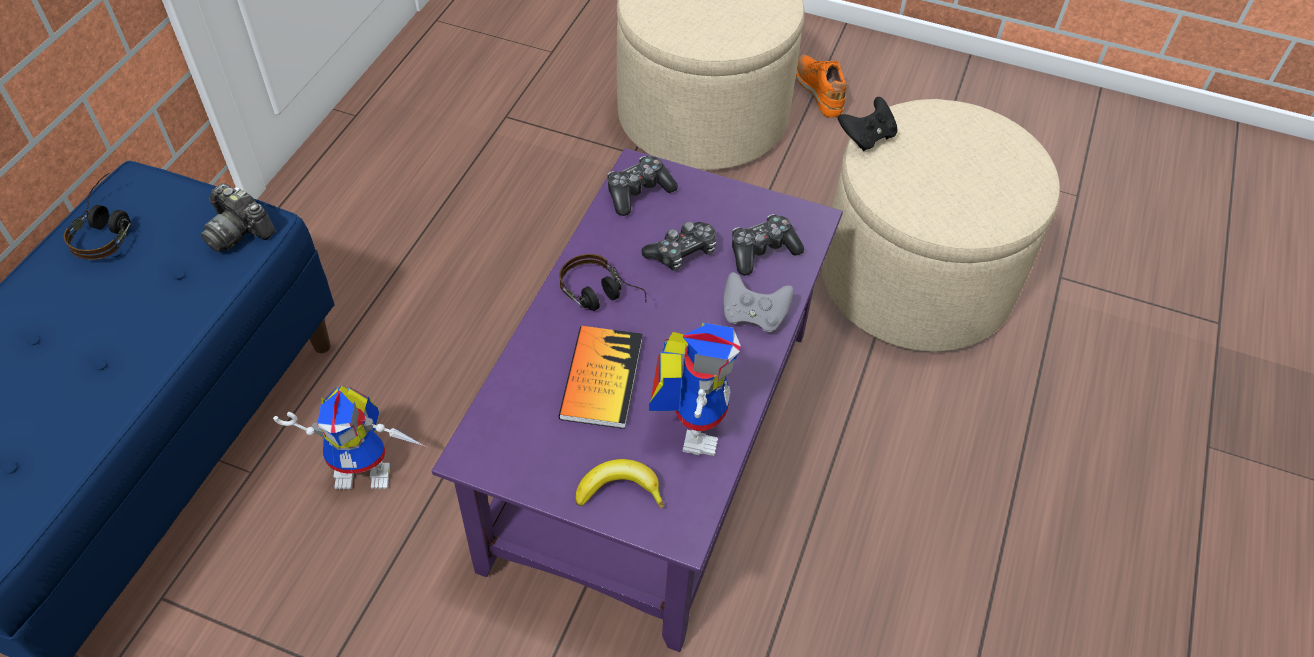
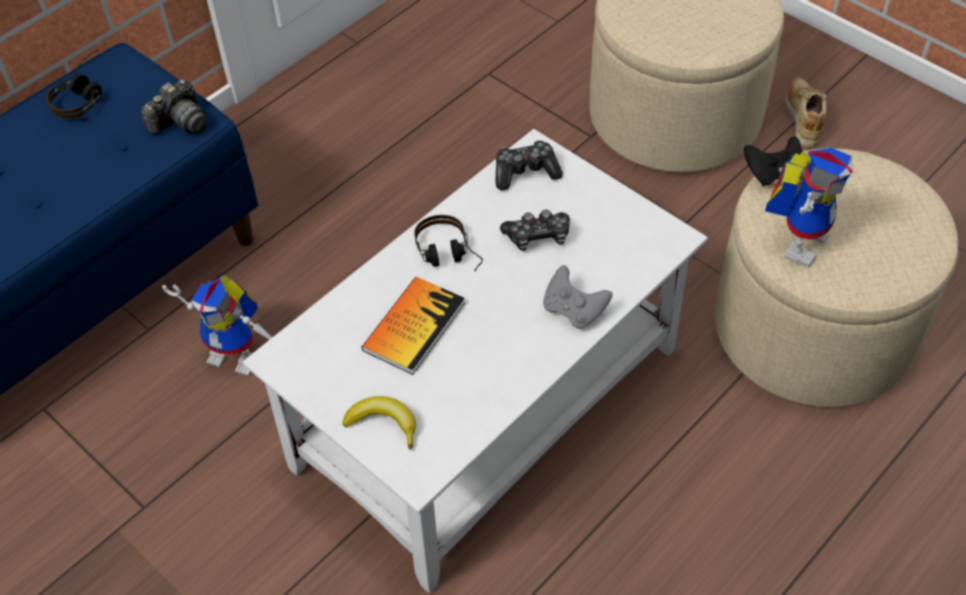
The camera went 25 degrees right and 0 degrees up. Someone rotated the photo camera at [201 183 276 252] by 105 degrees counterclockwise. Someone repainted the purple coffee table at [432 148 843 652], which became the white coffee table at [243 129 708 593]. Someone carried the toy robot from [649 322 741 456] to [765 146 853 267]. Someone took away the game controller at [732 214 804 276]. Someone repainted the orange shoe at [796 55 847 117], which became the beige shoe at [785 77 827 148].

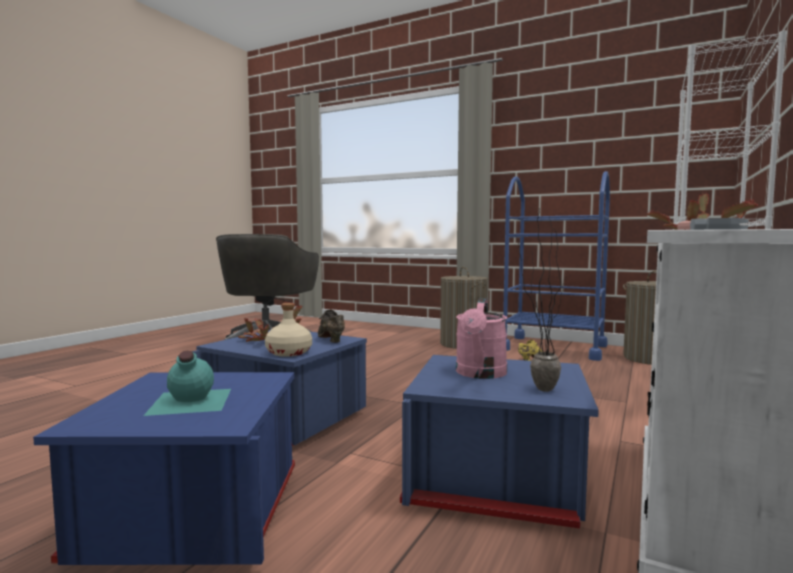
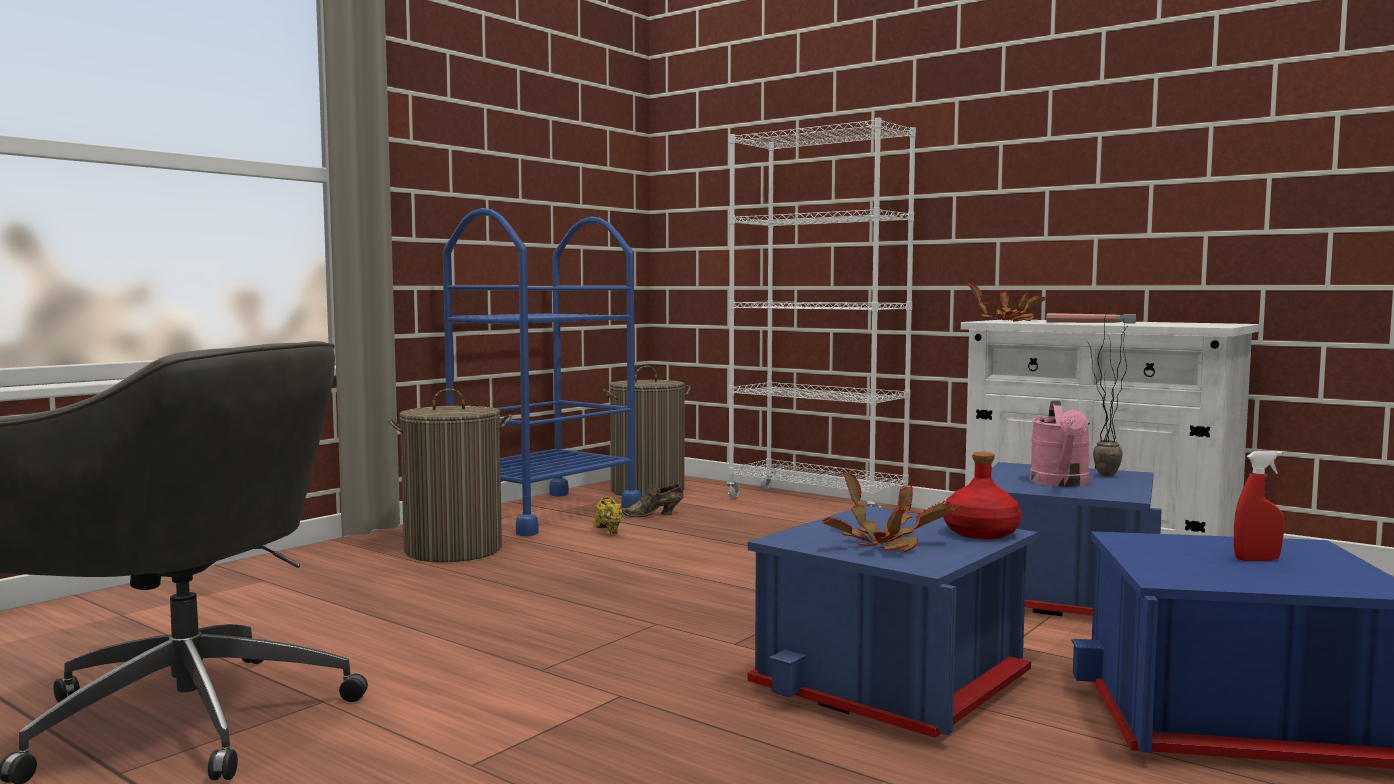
The camera went 80 degrees left and 0 degrees up. Someone swapped the turquoise bottle at [143 351 231 416] for the red spray bottle at [1234 451 1284 561]. Someone repainted the beige bottle at [265 303 312 357], which became the red bottle at [943 452 1021 539]. Someone carried the brown shoe from [318 310 345 343] to [621 484 684 517]. Someone rotated the pink watering can at [456 298 507 379] by 75 degrees clockwise.

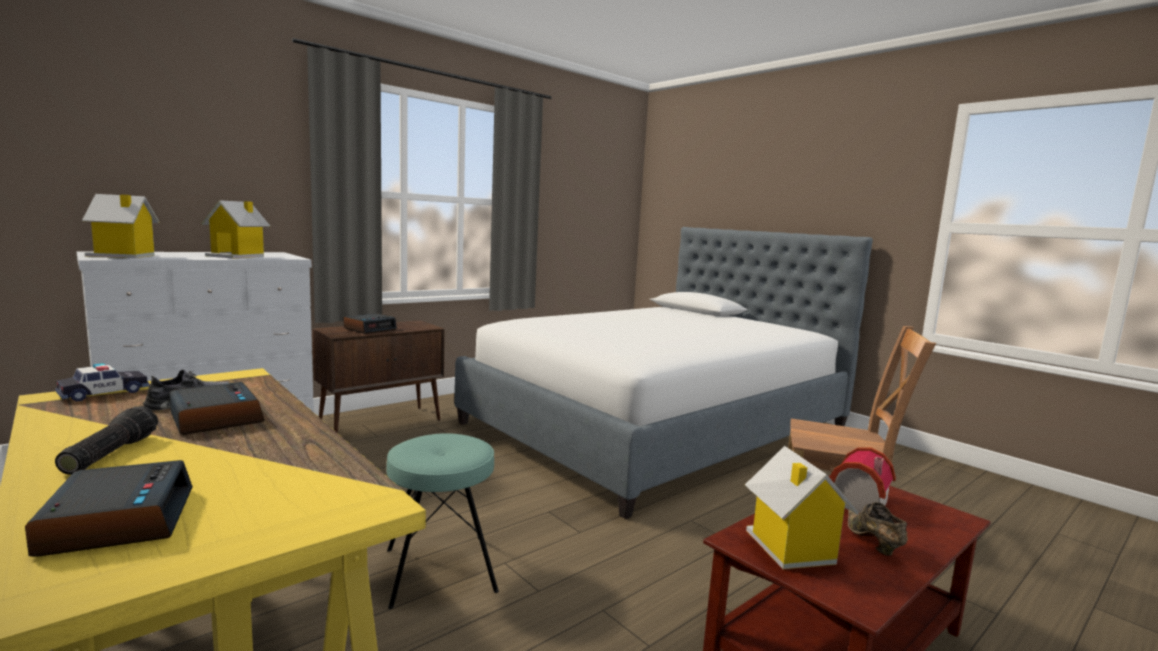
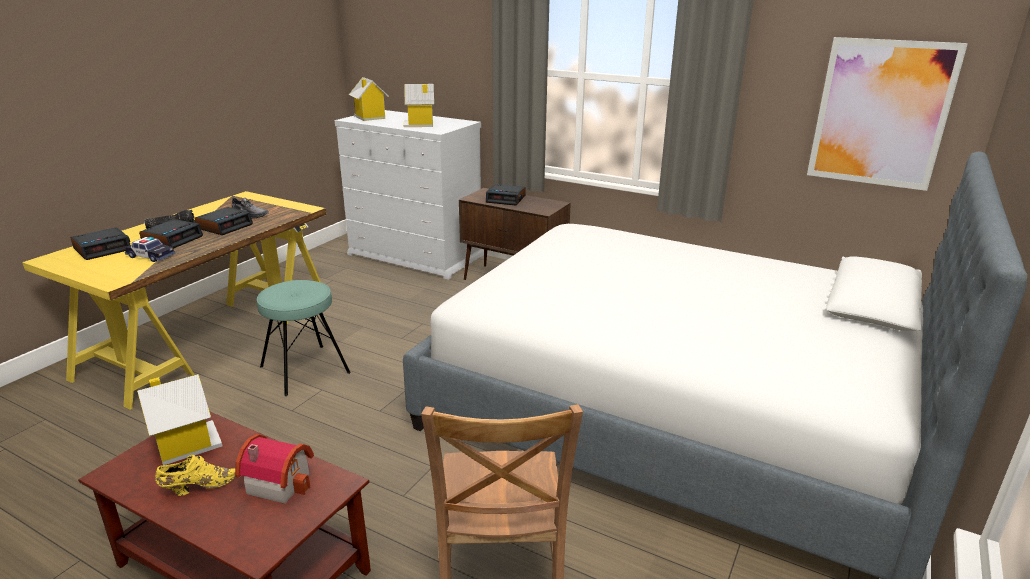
The camera went 70 degrees right and 15 degrees up. Someone carried the toy car from [55 363 149 401] to [125 237 175 262]. Someone repainted the brown shoe at [848 502 908 556], which became the yellow shoe at [155 455 235 496]. Someone put down the alarm clock at [139 219 203 249]. Someone put up the picture at [807 37 968 191].

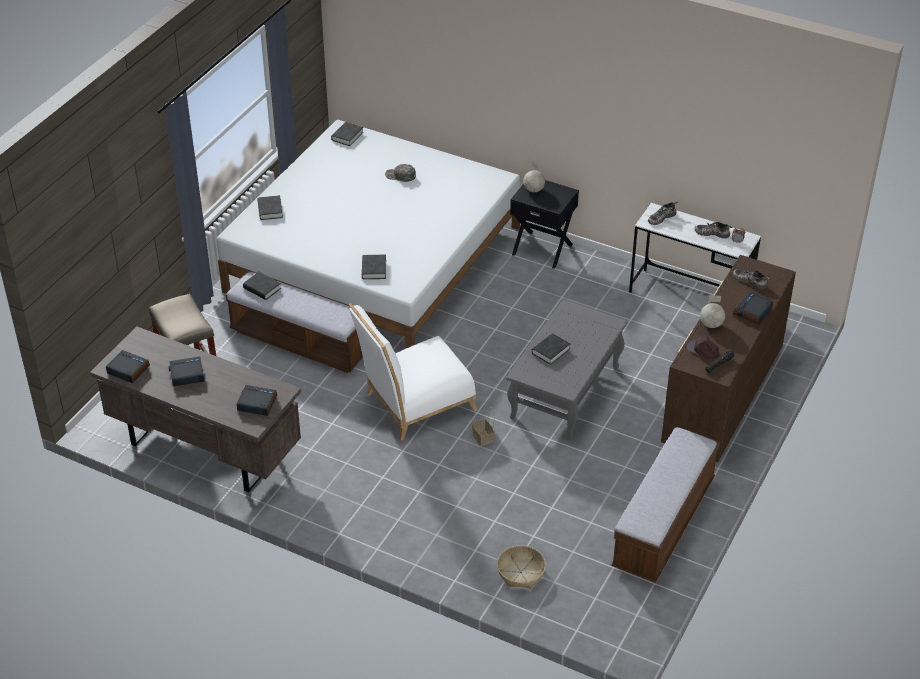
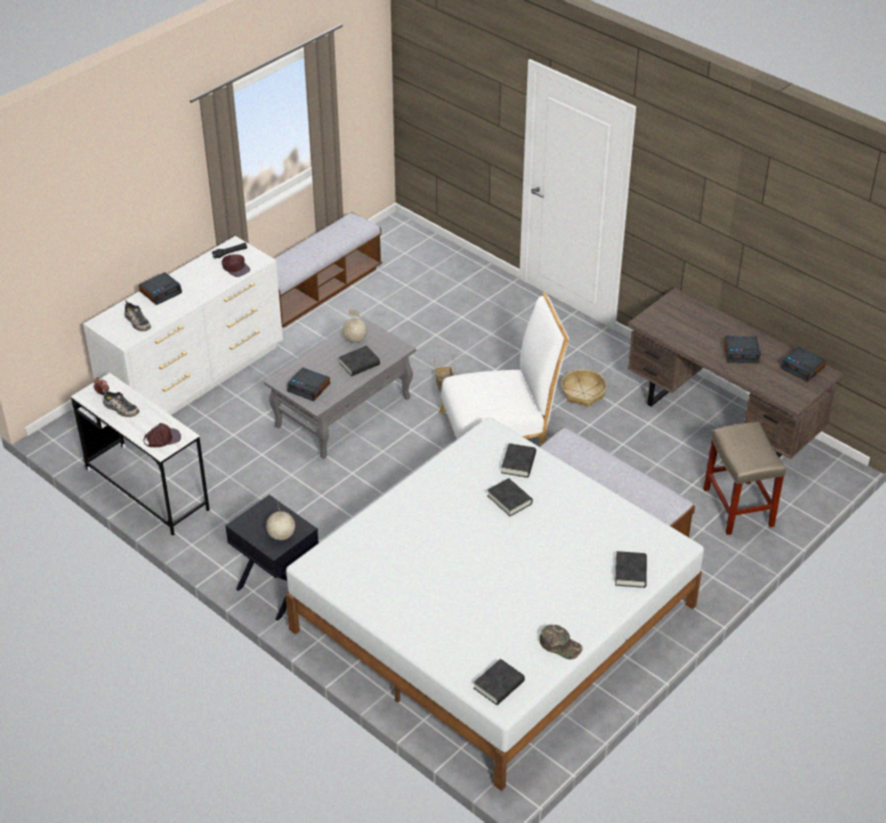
The camera went 165 degrees left and 0 degrees up. Someone carried the alarm clock from [237 385 277 416] to [287 367 330 401]. Someone carried the black book from [243 272 281 300] to [487 478 533 516]. Someone carried the green cap from [385 164 416 182] to [539 625 582 660]. Someone carried the basket from [497 545 546 588] to [561 369 606 407]. Someone swapped the shoe at [648 201 678 225] for the brown cap at [144 423 181 447]. Someone repainted the brown dresser at [661 255 796 462], which became the white dresser at [83 236 283 415]. Someone carried the globe from [700 295 725 328] to [343 309 367 343].

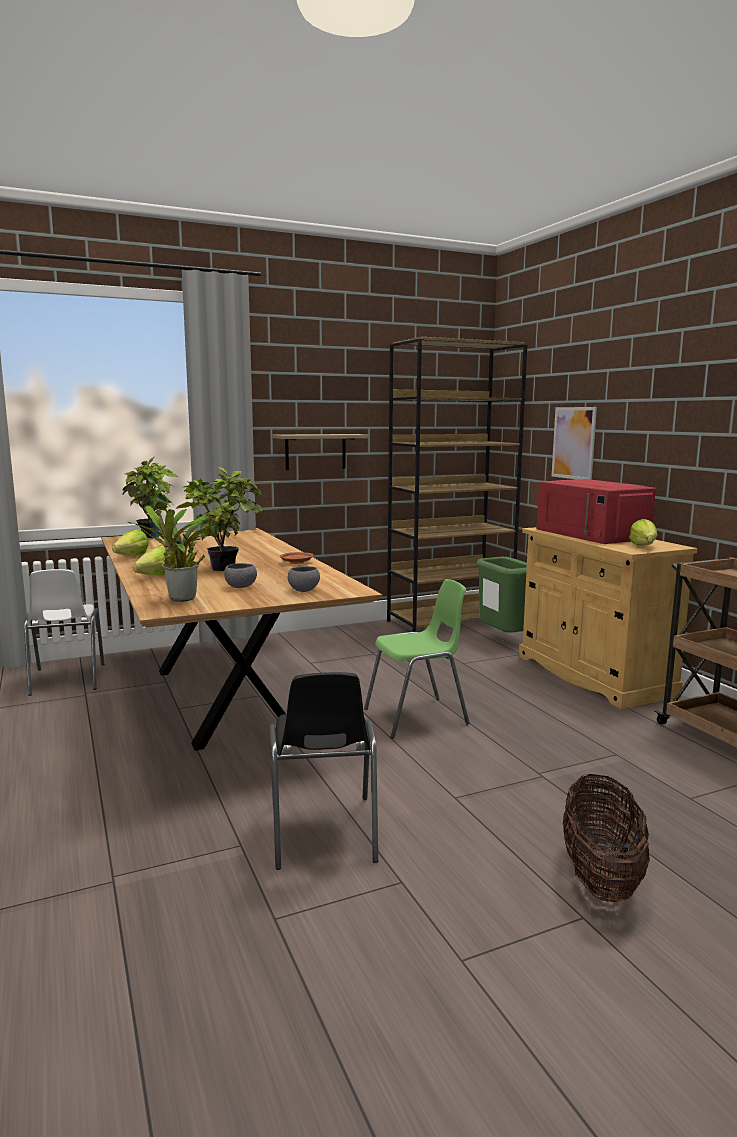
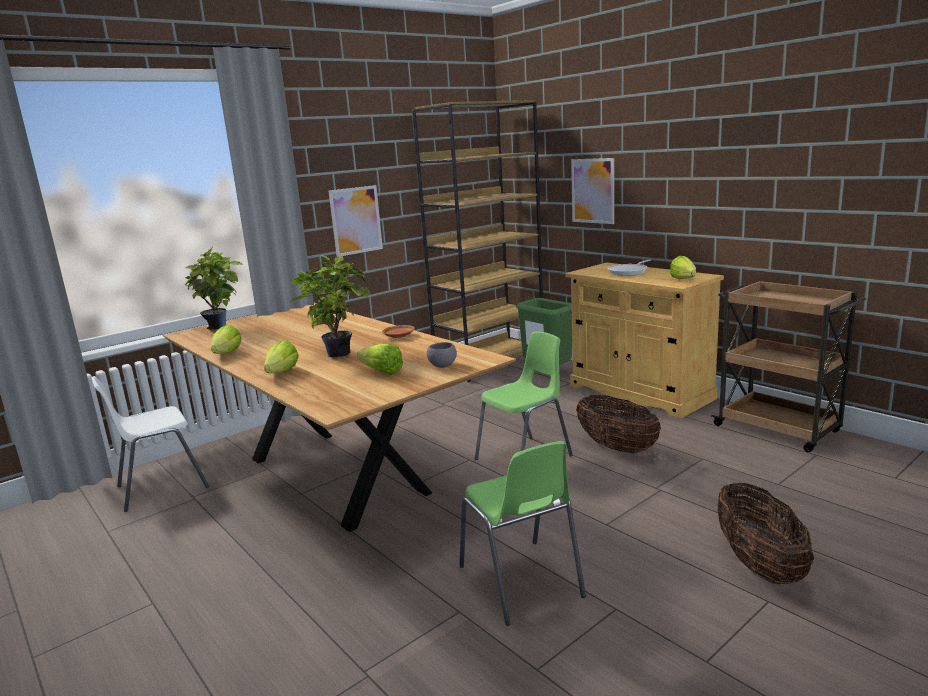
The camera went 15 degrees left and 5 degrees up. Someone rotated the white chair at [24 569 104 696] by 90 degrees clockwise. Someone took away the potted plant at [128 505 220 602]. Someone swapped the grey bowl at [224 563 257 588] for the lettuce at [357 344 403 375]. Someone repainted the black chair at [270 672 378 870], which became the green chair at [459 441 586 626]. Someone swapped the shelf at [272 434 370 470] for the picture at [329 185 383 257]. Someone swapped the red microwave at [536 479 656 544] for the frying pan at [607 260 651 276]. Someone put down the basket at [576 395 661 453].

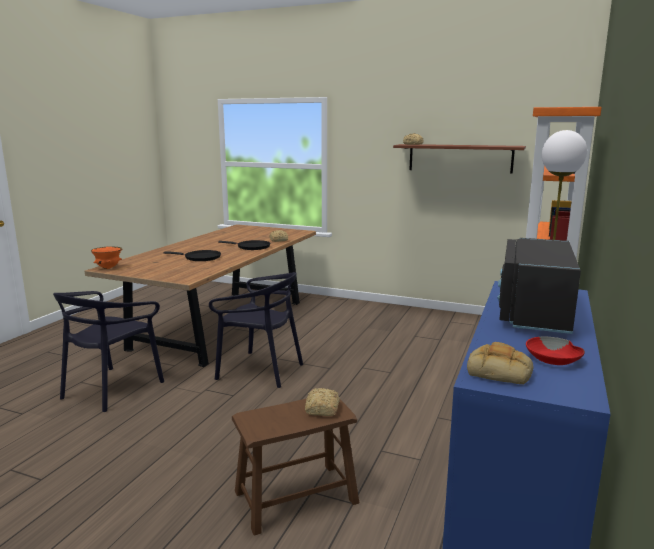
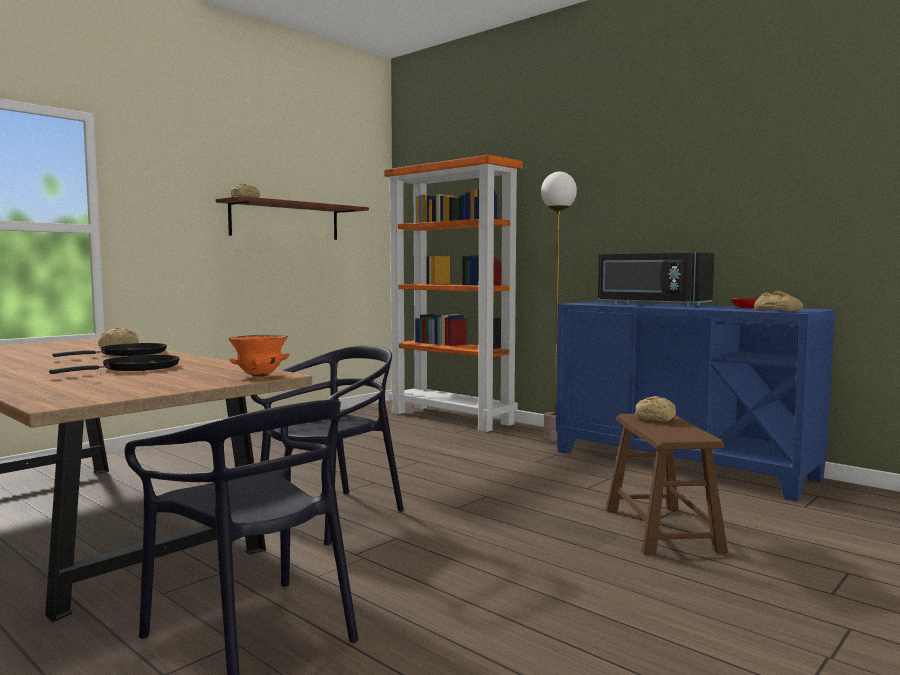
The camera went 70 degrees left and 10 degrees down. Someone carried the orange bowl from [91 246 123 269] to [229 334 290 377].

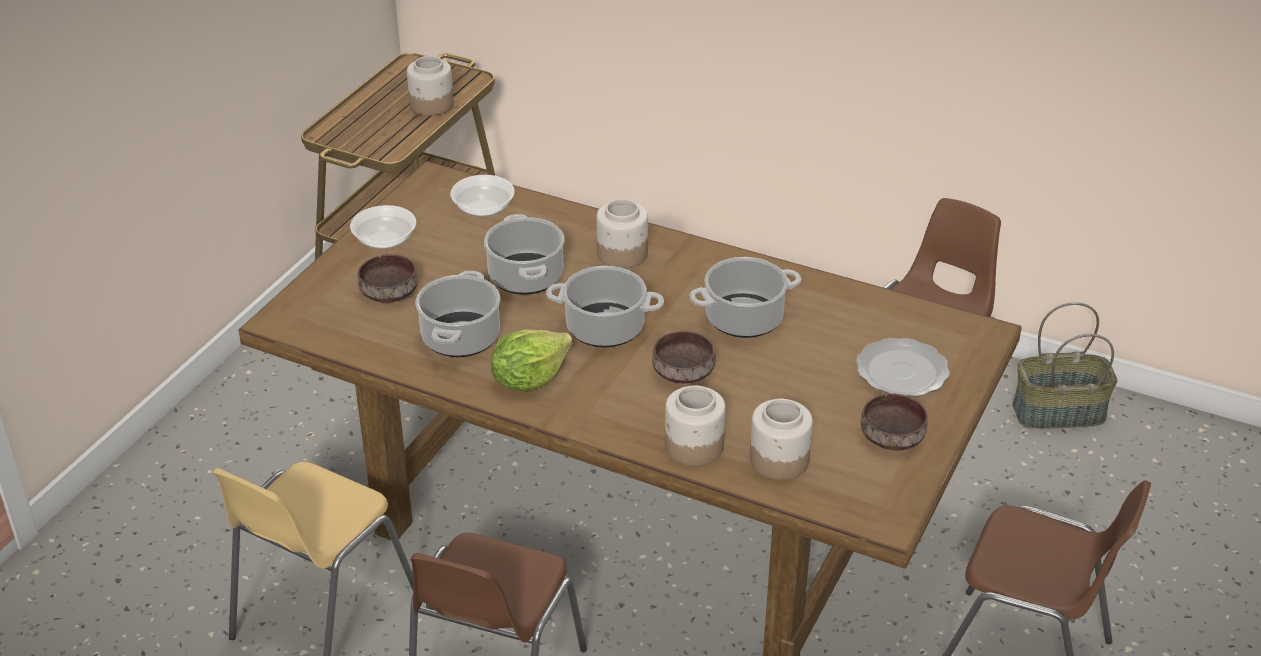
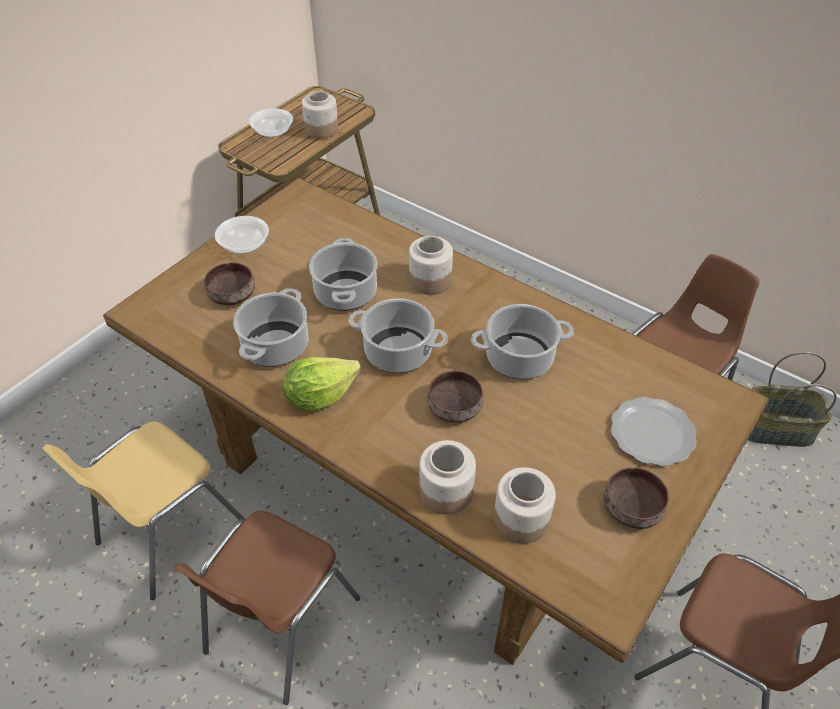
The camera went 10 degrees right and 10 degrees up. Someone carried the bowl from [450 175 515 217] to [249 108 293 137].

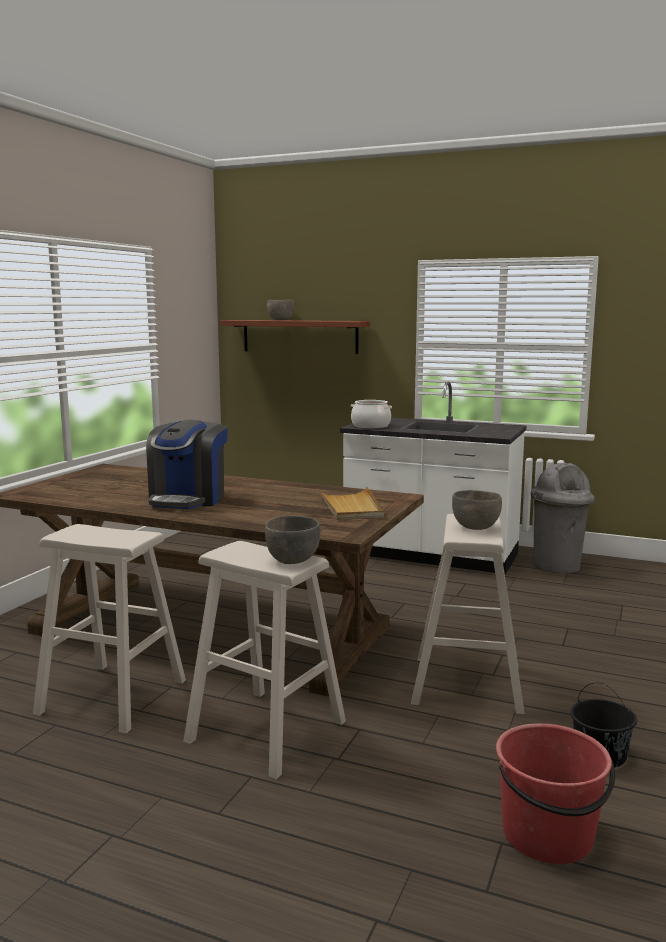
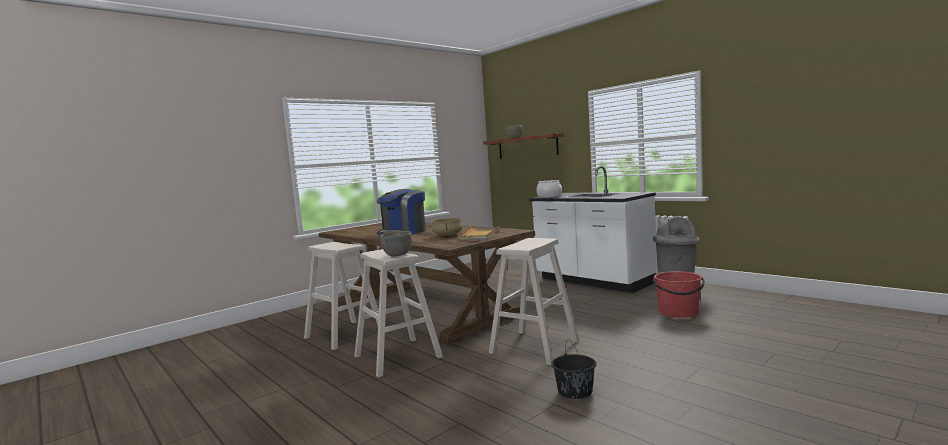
The camera went 25 degrees right and 5 degrees down. Someone took away the grey bowl at [452 490 502 530]. Someone carried the red bucket from [496 723 615 864] to [653 271 705 318]. Someone put down the beige cooking pot at [432 218 463 236].

